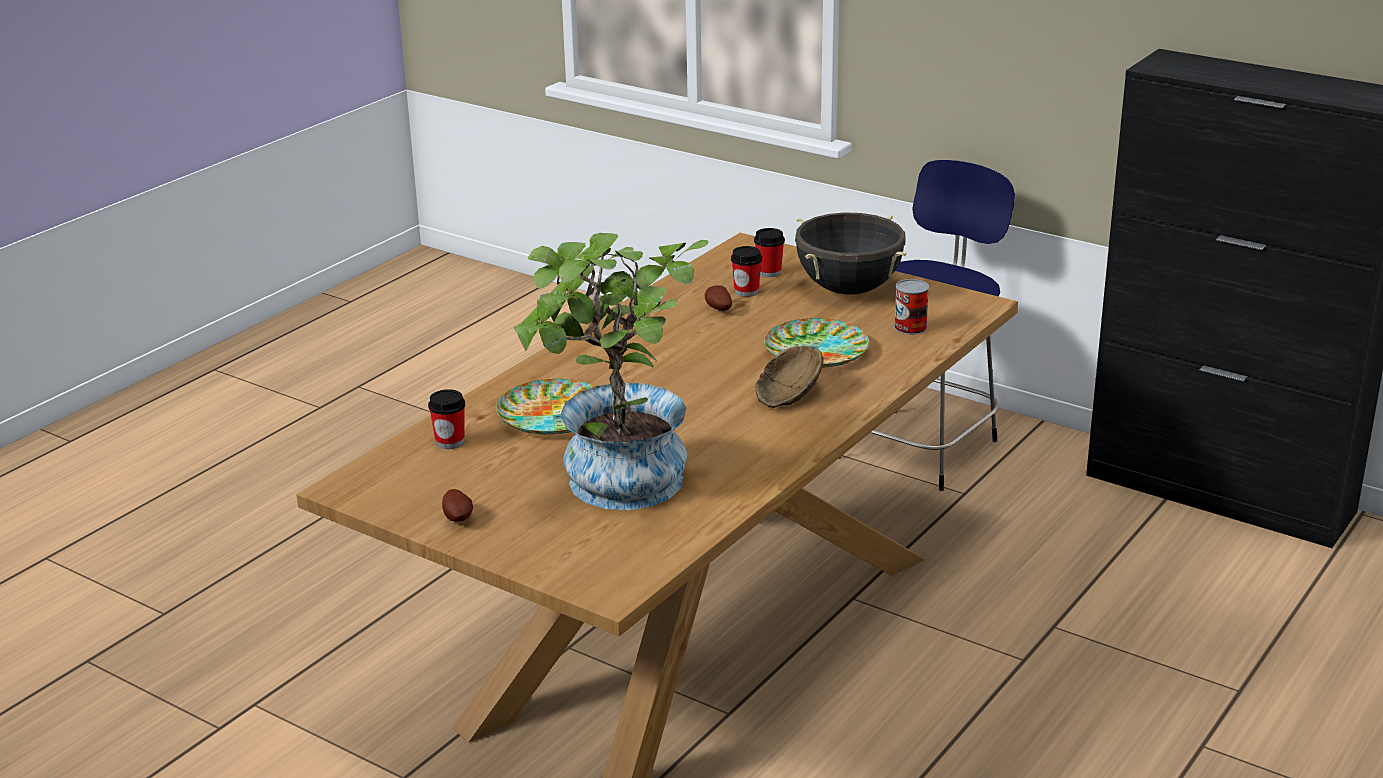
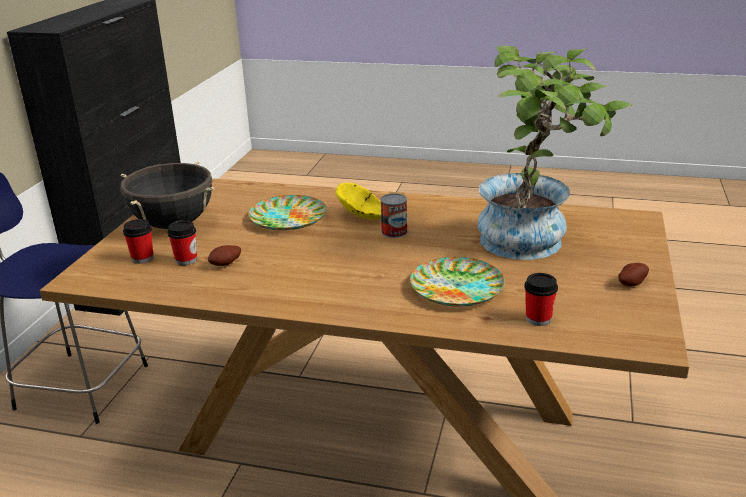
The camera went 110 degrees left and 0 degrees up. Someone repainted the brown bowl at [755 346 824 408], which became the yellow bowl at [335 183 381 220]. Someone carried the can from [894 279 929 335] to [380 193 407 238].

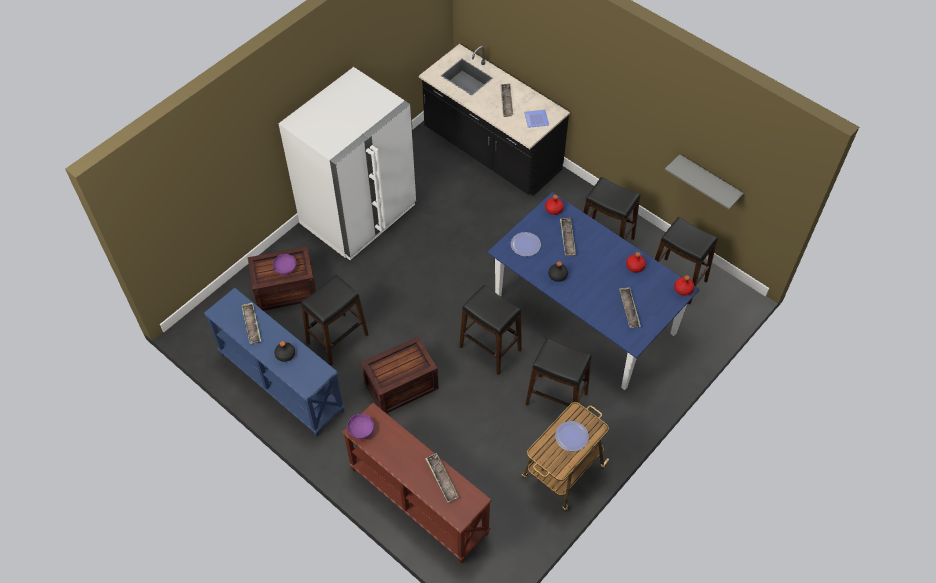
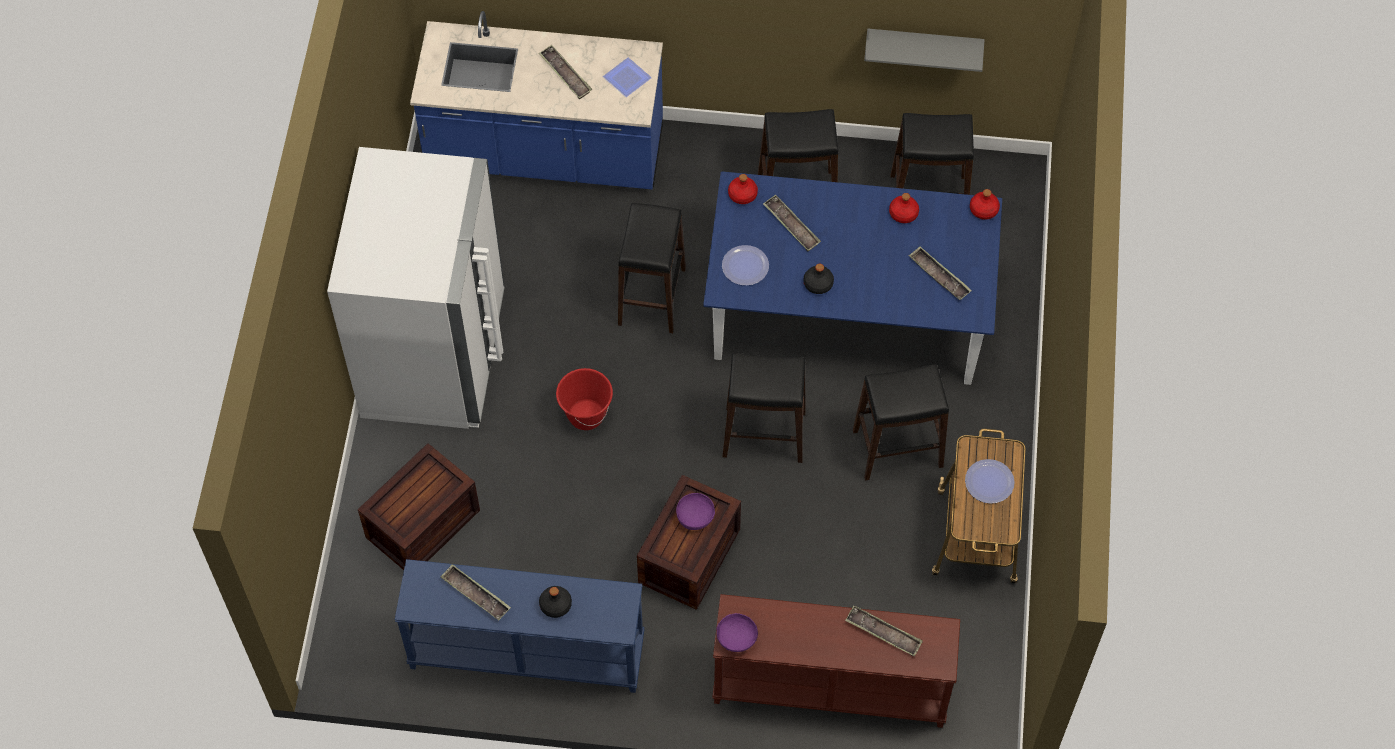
The camera went 35 degrees left and 5 degrees up. Someone carried the purple bowl from [273 254 297 275] to [676 493 715 530]. Someone carried the black stool from [301 275 369 366] to [618 203 686 333]. Someone repainted the black counter at [419 44 570 196], which became the blue counter at [410 11 663 189]. Someone put down the red bucket at [556 368 613 430].

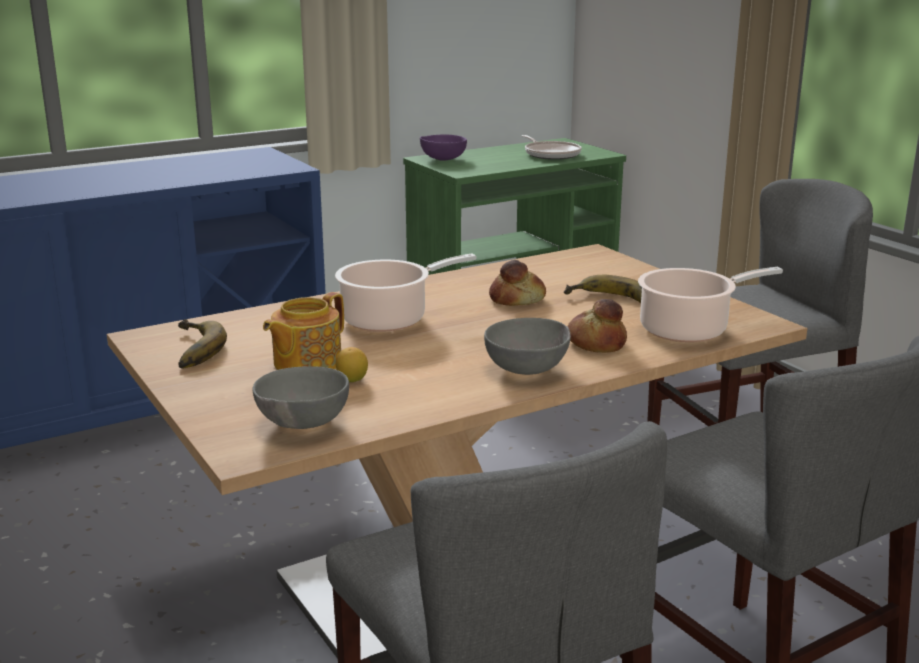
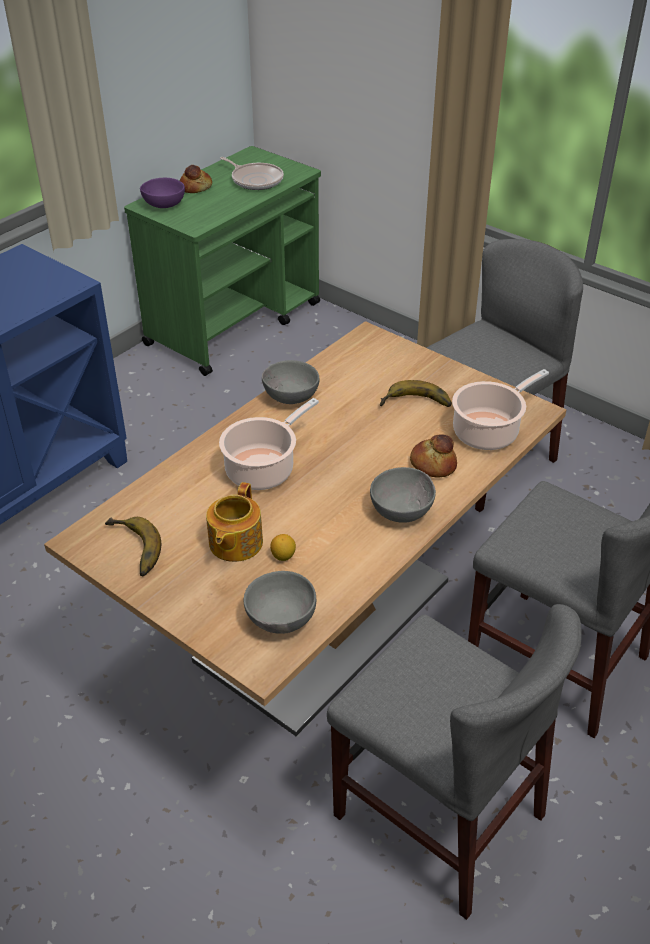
The camera went 20 degrees left and 20 degrees up. Someone carried the bread from [489 260 546 306] to [180 165 212 193]. Someone put down the grey bowl at [262 360 319 404].

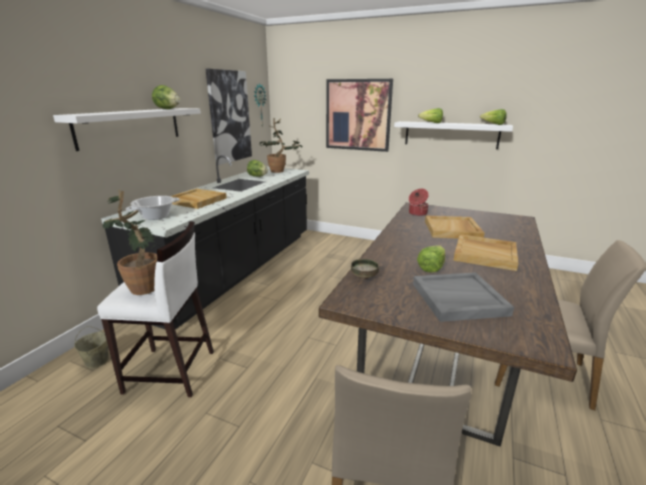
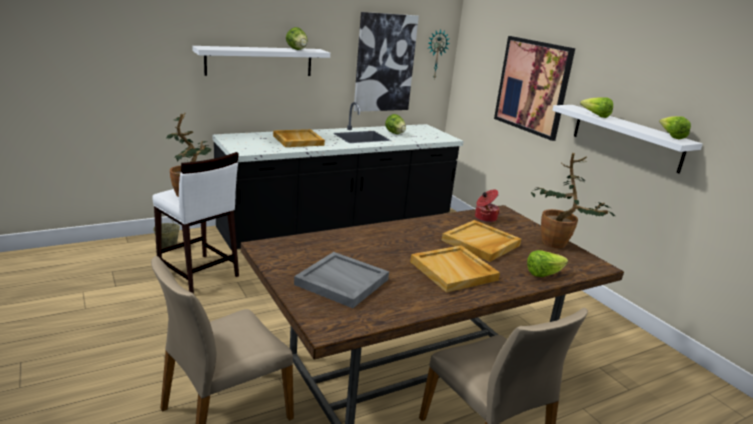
The camera went 35 degrees right and 0 degrees up. Someone took away the cooking pot at [126 196 180 220]. Someone carried the potted plant from [259 118 303 173] to [531 153 615 248]. Someone took away the bowl at [351 259 379 279]. Someone carried the lettuce from [417 245 445 272] to [527 250 568 277].

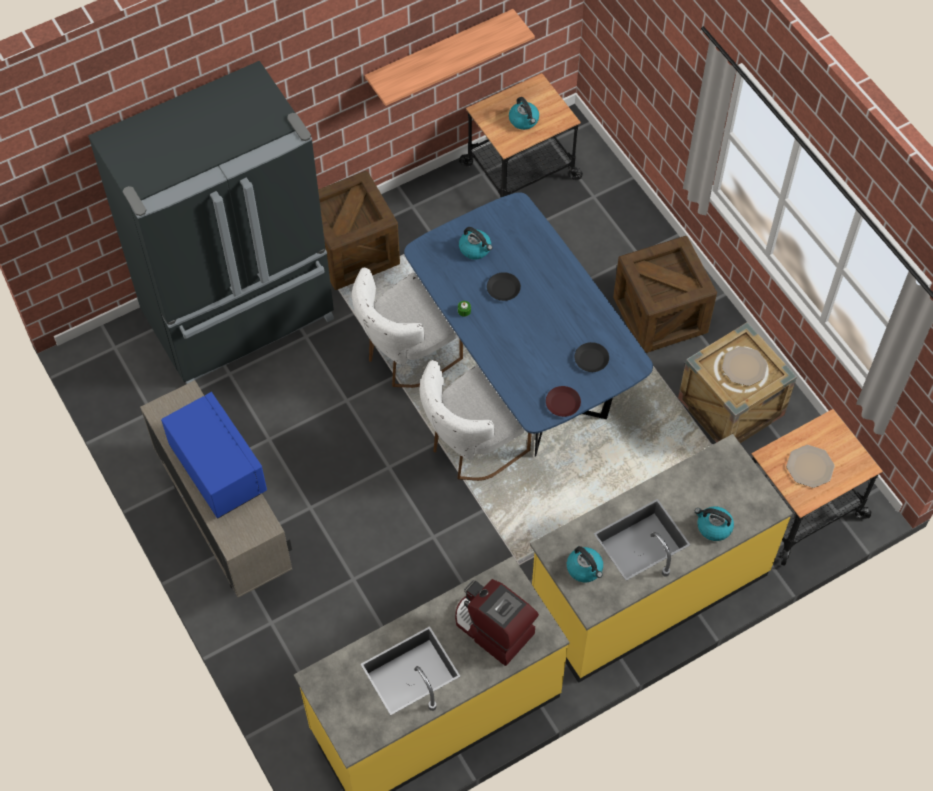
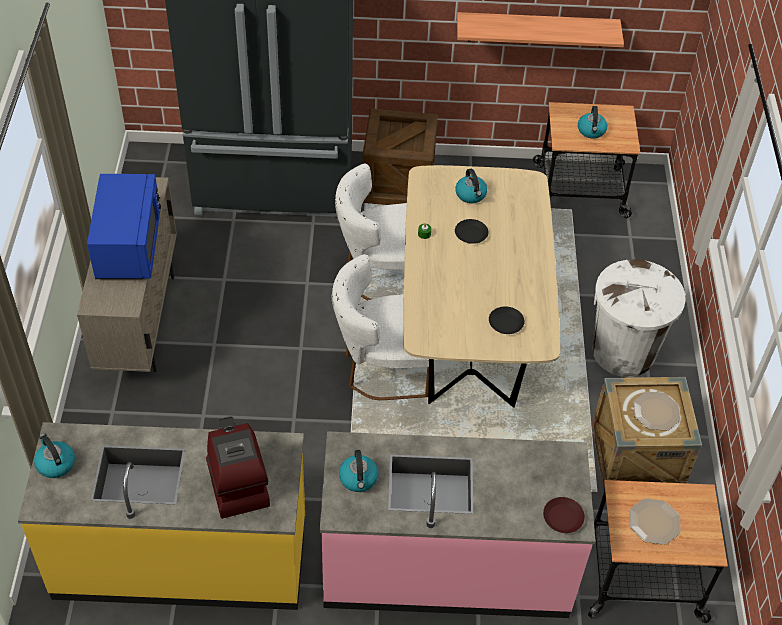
The camera went 30 degrees right and 10 degrees down. Someone repainted the blue dining table at [404 192 653 457], which became the beige dining table at [403 165 560 408]. Someone repainted the yellow counter at [530 434 793 683], which became the pink counter at [320 431 596 618]. Someone carried the brown plate from [546 386 581 417] to [543 497 585 533]. Someone swapped the crate at [613 236 717 353] for the white trash can at [592 259 686 377]. Someone carried the kettle from [695 507 734 541] to [34 433 75 478].

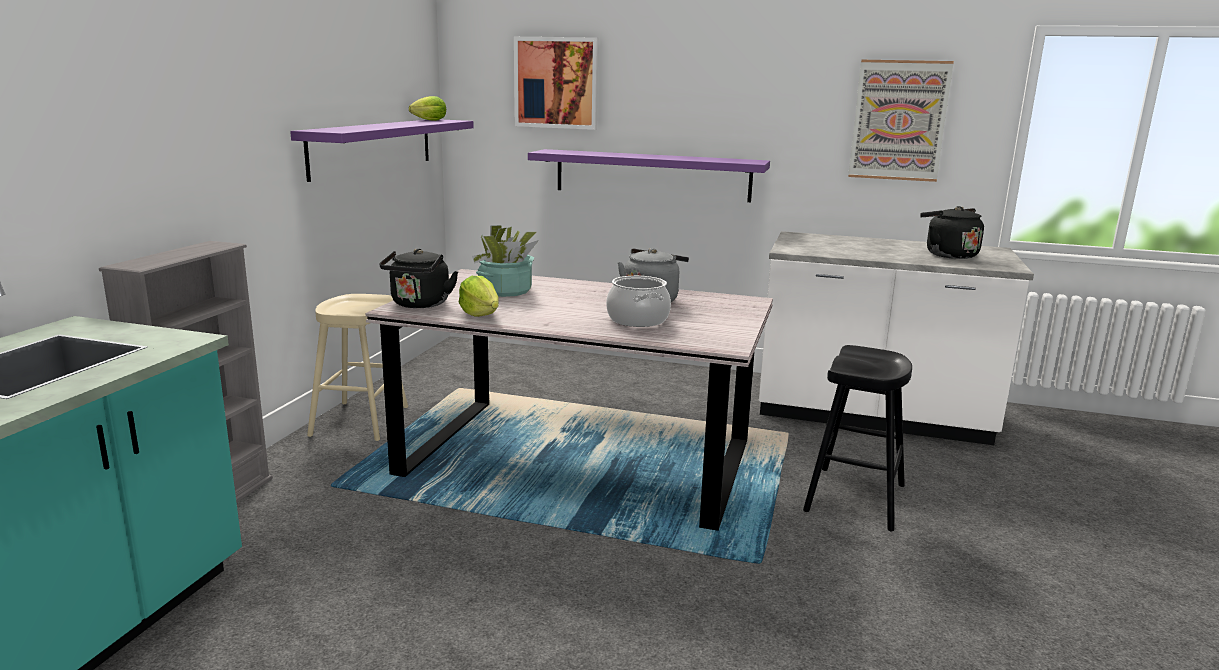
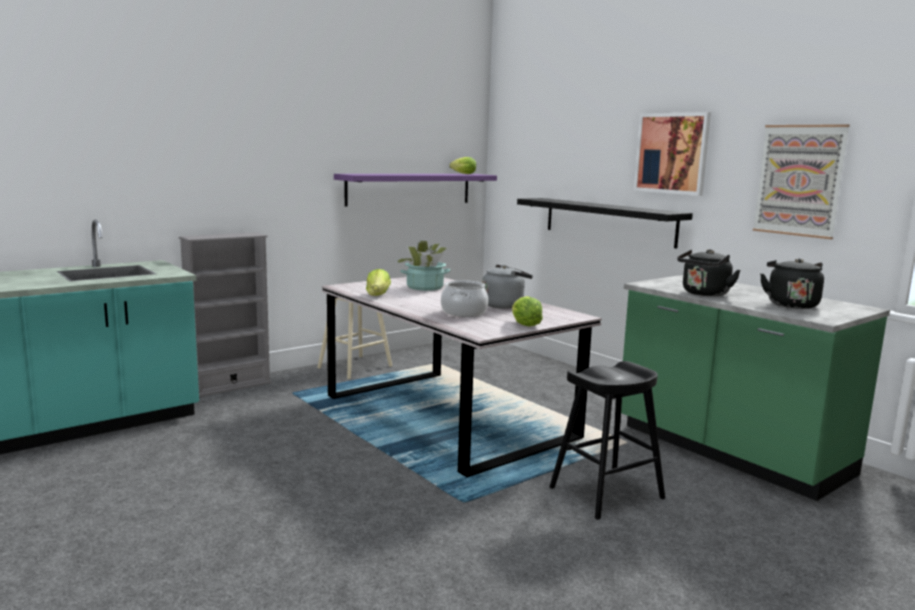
The camera went 35 degrees right and 5 degrees down. Someone carried the black kettle from [380 249 458 308] to [677 249 741 296]. Someone carried the picture from [514 37 599 130] to [633 112 711 196]. Someone repainted the purple shelf at [528 149 770 202], which became the black shelf at [517 198 693 249]. Someone repainted the white counter at [759 231 1034 445], which became the green counter at [621 275 890 501]. Someone put down the lettuce at [512 296 543 326].

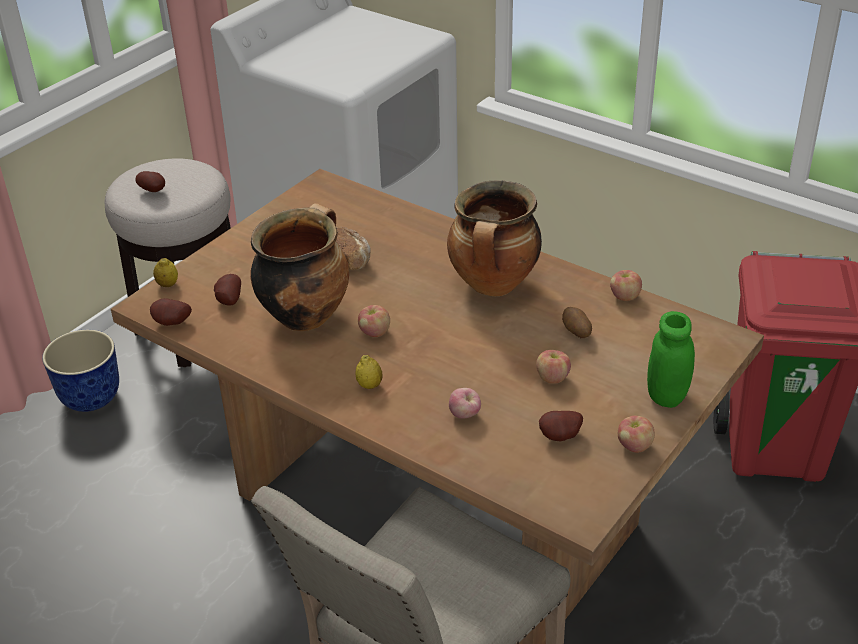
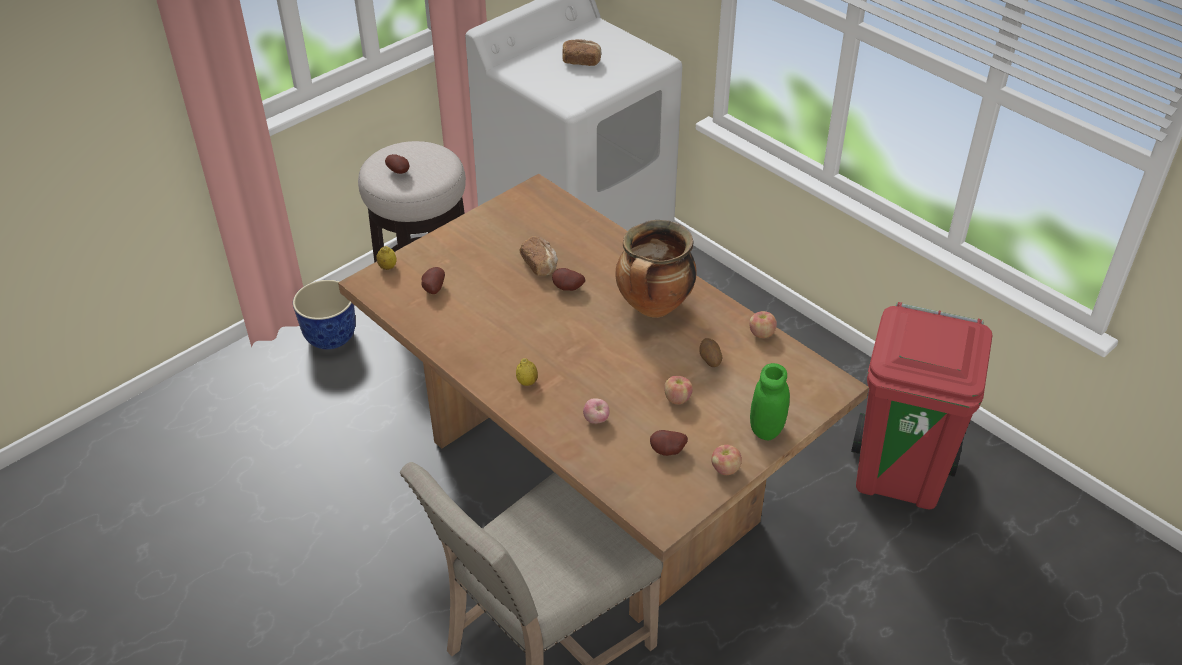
The camera went 10 degrees right and 5 degrees up. Someone carried the potato from [150 298 192 326] to [552 268 585 291]. Someone took away the cooking pot at [250 203 349 331]. Someone took away the apple at [358 305 390 337]. Someone put down the bread at [562 39 601 66].

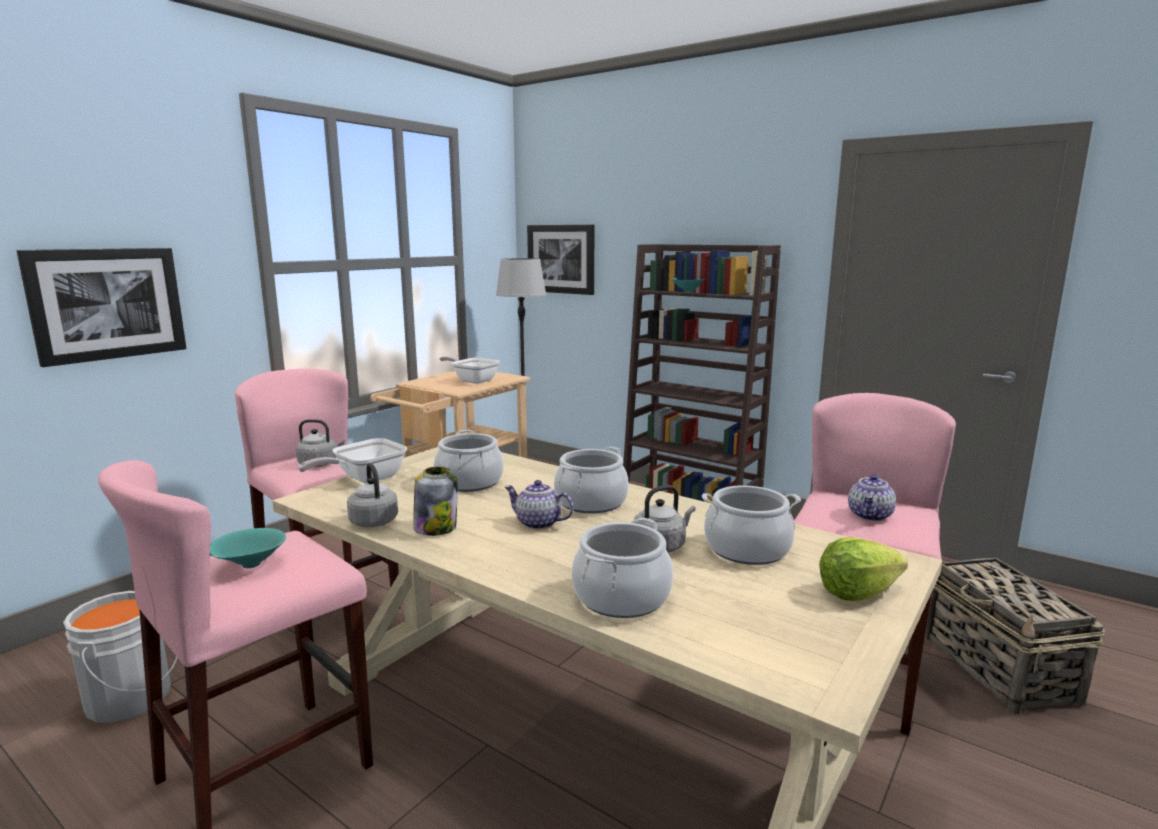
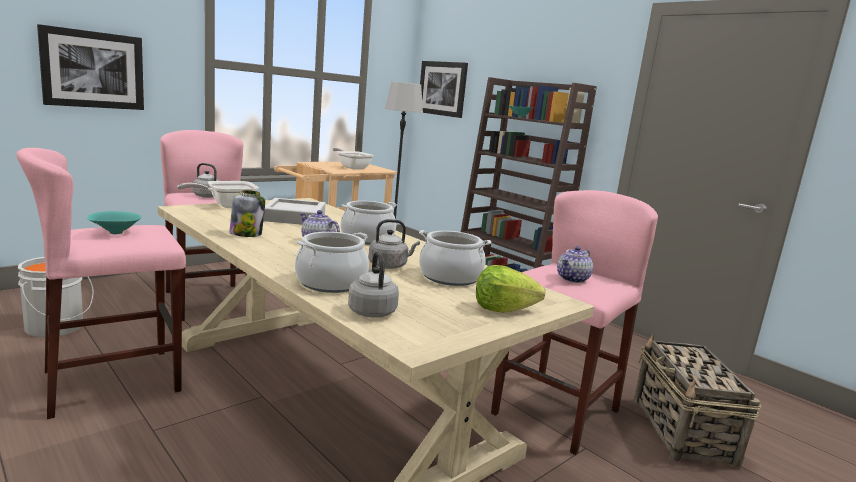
The camera went 10 degrees right and 0 degrees up. Someone carried the grey kettle from [347 463 398 527] to [348 252 399 318]. Someone swapped the cooking pot at [434 430 504 492] for the grey tray at [263 198 326 225].

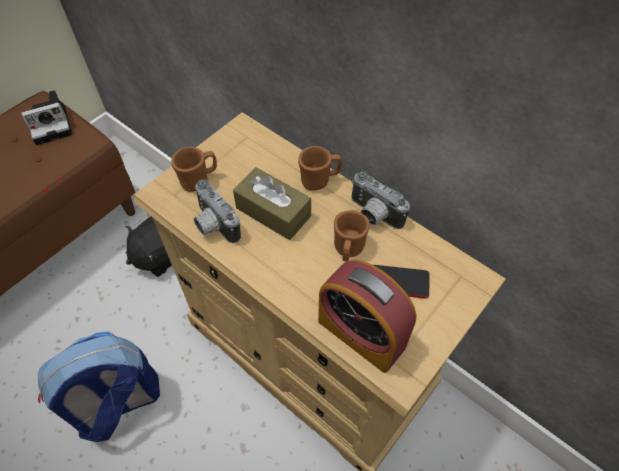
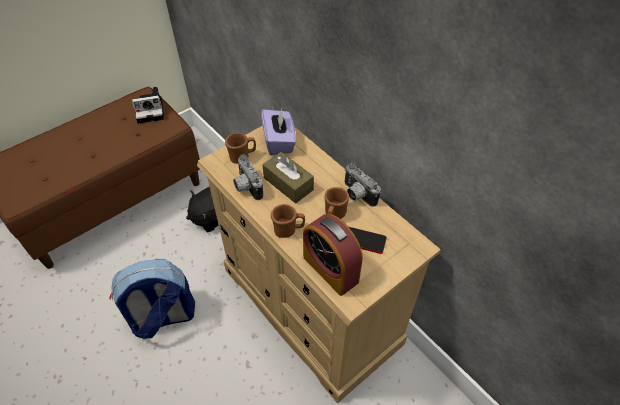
The camera went 10 degrees right and 5 degrees down. Someone carried the brown mug from [298 146 342 191] to [271 204 305 238]. Someone put down the purple tissue box at [261 109 296 155].

